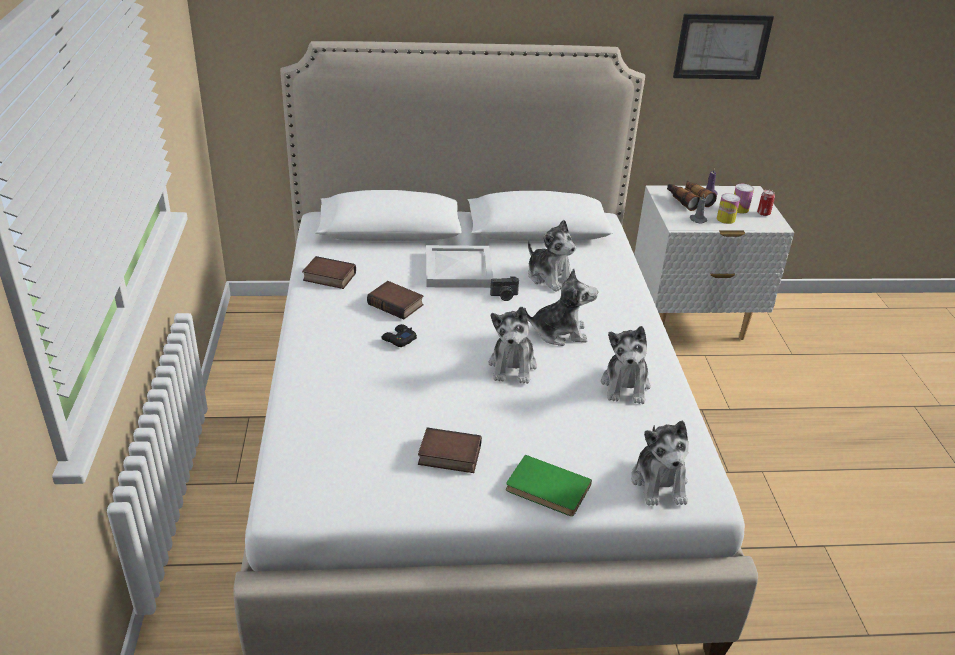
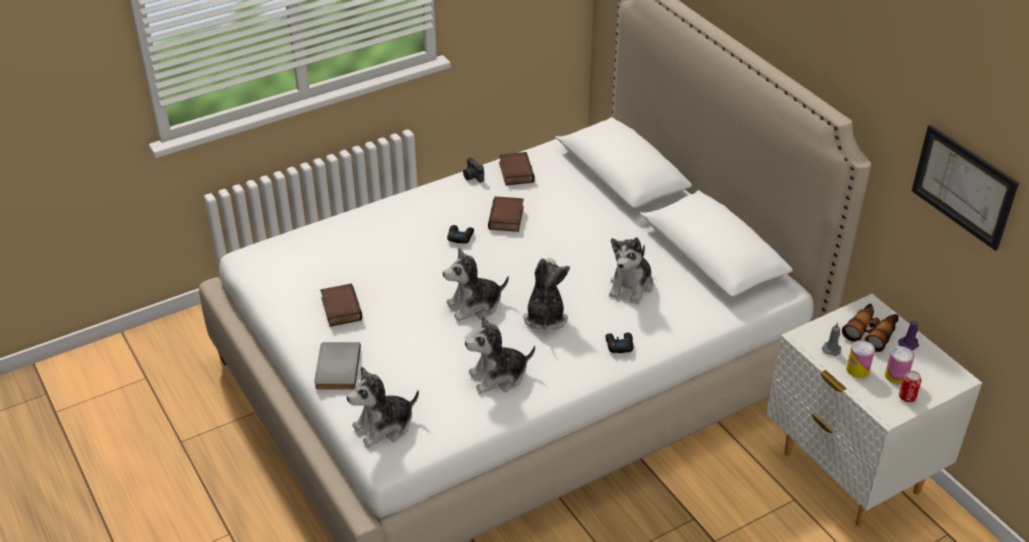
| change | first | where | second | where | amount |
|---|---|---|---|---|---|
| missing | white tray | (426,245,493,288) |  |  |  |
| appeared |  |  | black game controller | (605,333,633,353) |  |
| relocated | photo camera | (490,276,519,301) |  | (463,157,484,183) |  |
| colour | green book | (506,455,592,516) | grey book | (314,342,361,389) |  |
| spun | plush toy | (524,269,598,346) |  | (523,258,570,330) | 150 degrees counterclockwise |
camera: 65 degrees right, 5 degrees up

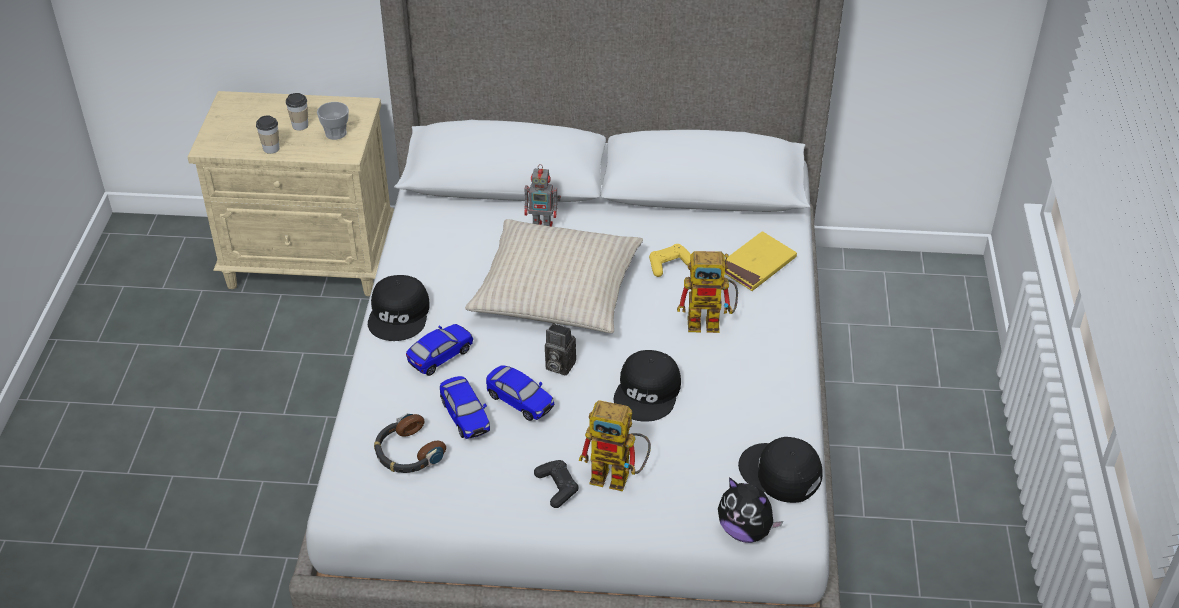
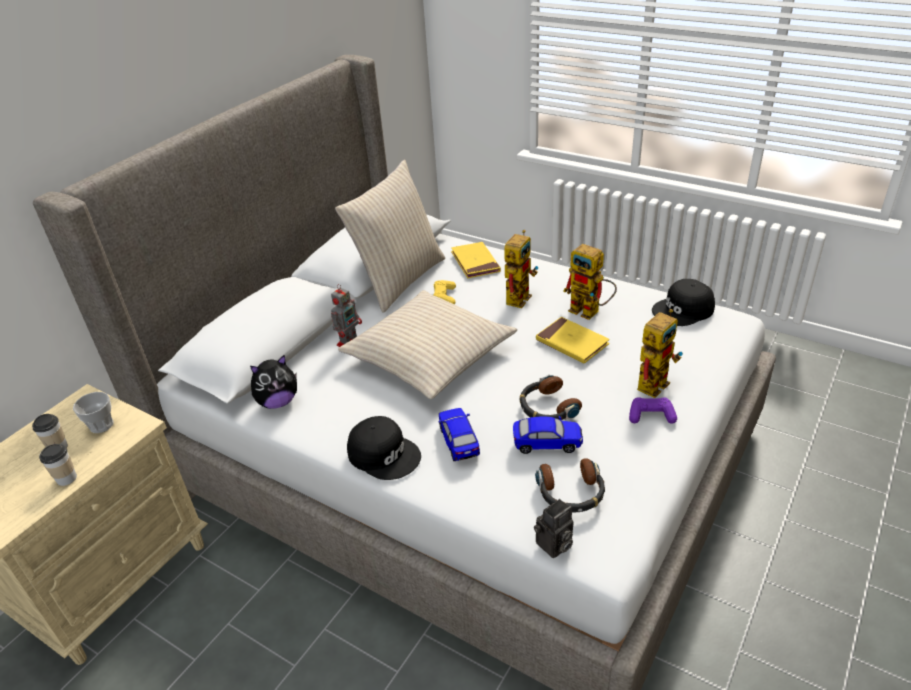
| change | first | where | second | where | amount |
|---|---|---|---|---|---|
| appeared |  |  | beige pillow | (335,160,445,313) |  |
| appeared |  |  | toy robot | (563,244,617,320) |  |
| relocated | photo camera | (545,323,576,376) |  | (534,499,573,558) |  |
| relocated | plush toy | (718,477,783,543) |  | (250,355,297,409) |  |
| exchanged | toy car | (486,365,554,421) | headphones | (520,375,582,420) |  |
| exchanged | black cap | (614,350,681,422) | yellow book | (536,317,610,363) |  |
| colour | black game controller | (534,460,578,508) | purple game controller | (629,397,677,424) |  |
camera: 60 degrees left, 5 degrees down

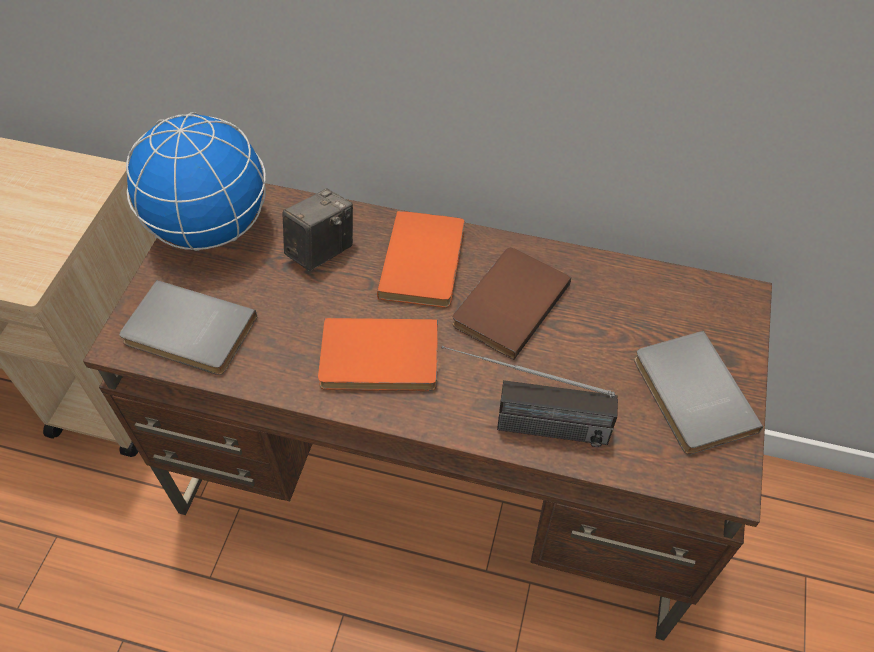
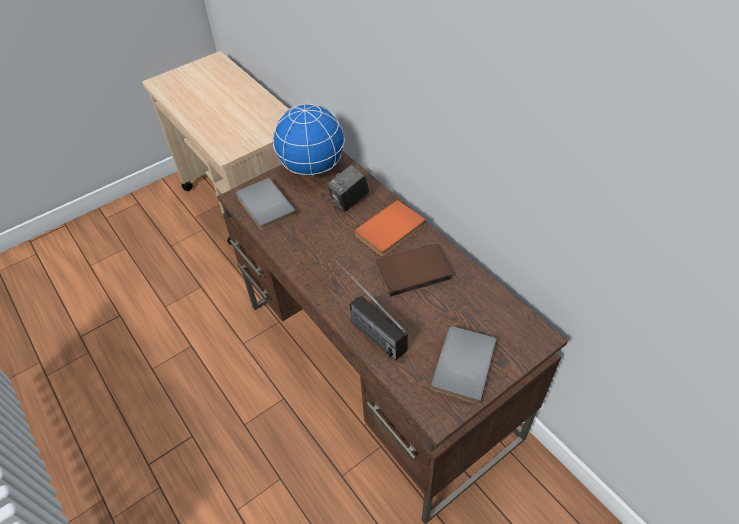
| change | first | where | second | where | amount |
|---|---|---|---|---|---|
| missing | orange book | (318,318,438,391) |  |  |  |
| spun | photo camera | (283,188,353,271) |  | (327,164,369,212) | 150 degrees clockwise |
camera: 40 degrees right, 5 degrees down

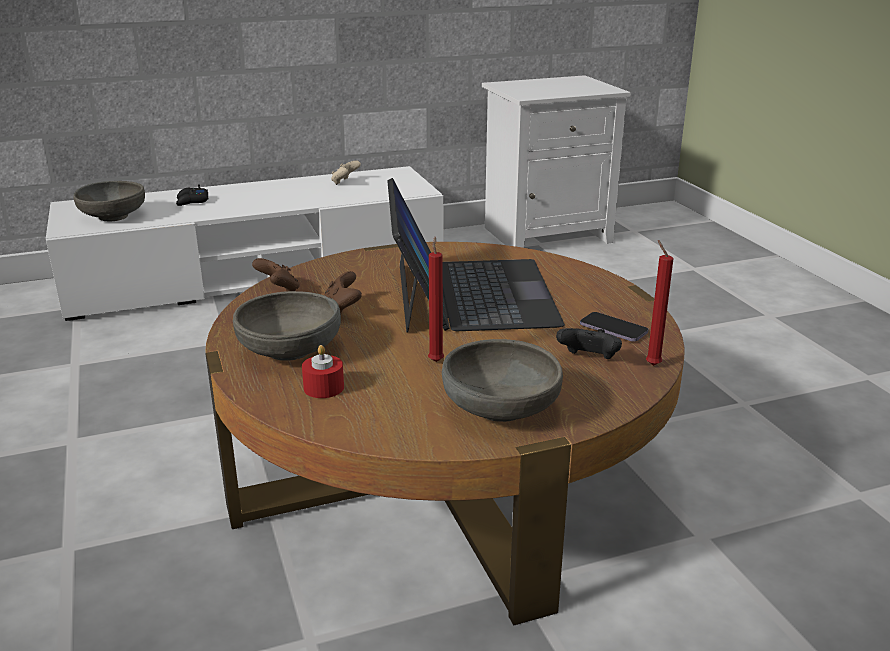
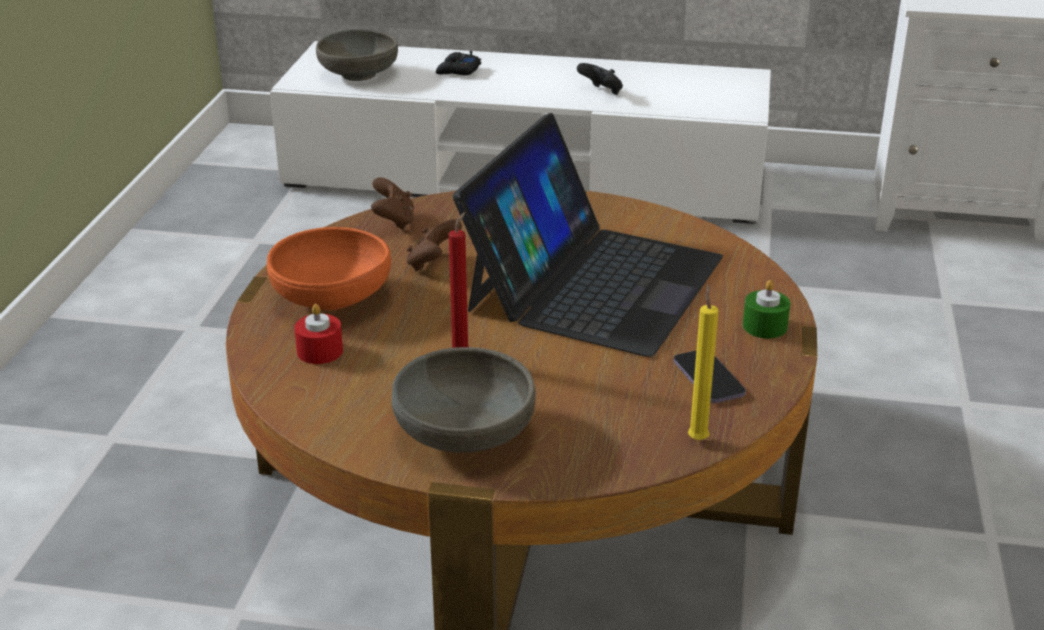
| change | first | where | second | where | amount |
|---|---|---|---|---|---|
| missing | beige game controller | (331,161,361,185) |  |  |  |
| appeared |  |  | green candle | (743,280,791,339) |  |
| relocated | black game controller | (556,328,622,359) |  | (577,63,623,95) |  |
| colour | grey bowl | (233,291,341,361) | orange bowl | (267,227,391,310) |  |
| colour | red candle | (646,240,674,366) | yellow candle | (688,284,719,441) |  |
camera: 30 degrees right, 5 degrees up

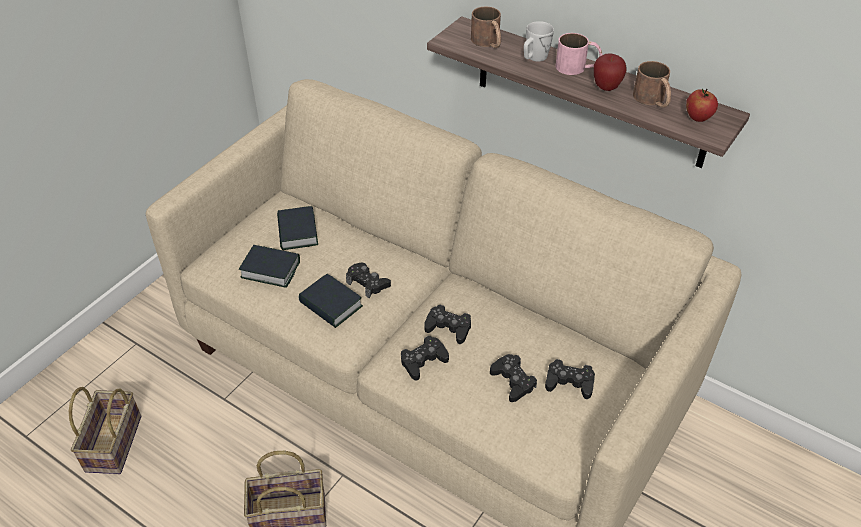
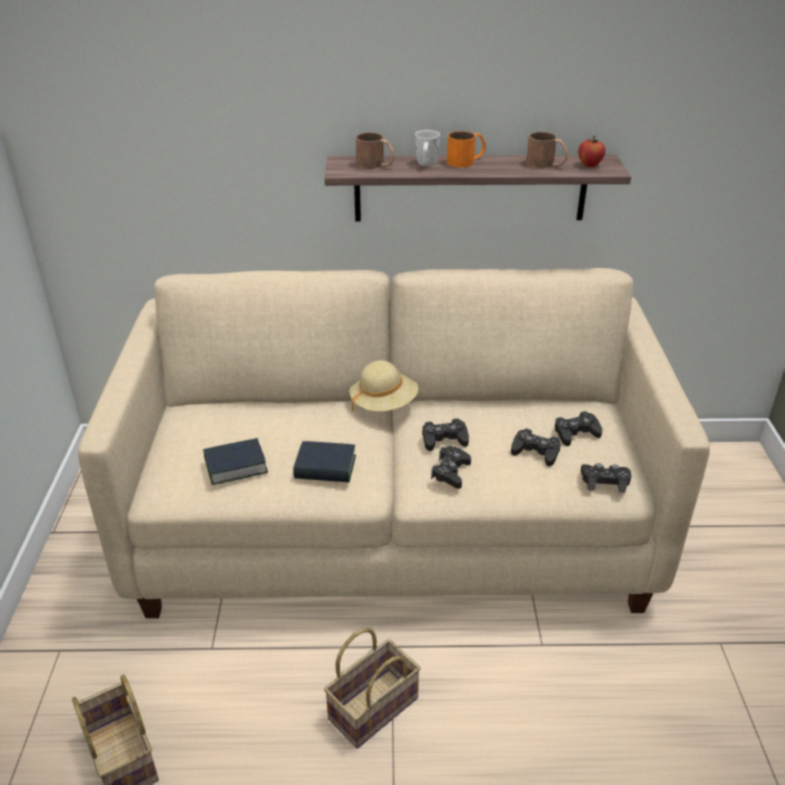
| change | first | where | second | where | amount |
|---|---|---|---|---|---|
| missing | book | (277,206,318,250) |  |  |  |
| missing | apple | (594,53,627,91) |  |  |  |
| appeared |  |  | beige hat | (349,360,418,412) |  |
| relocated | black game controller | (346,263,391,298) |  | (581,463,632,493) |  |
| colour | pink mug | (555,33,603,75) | orange mug | (447,131,486,167) |  |
camera: 35 degrees left, 10 degrees down

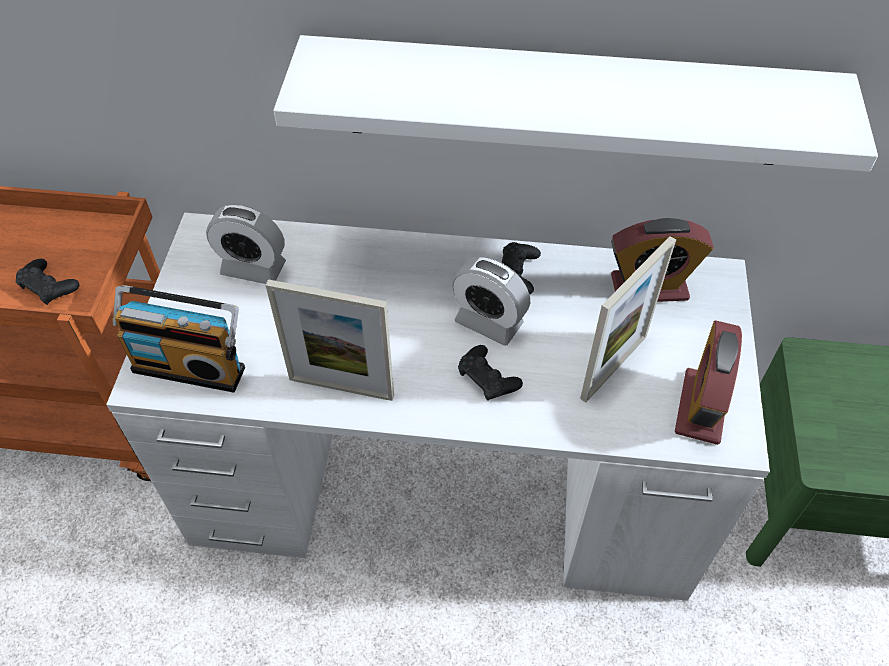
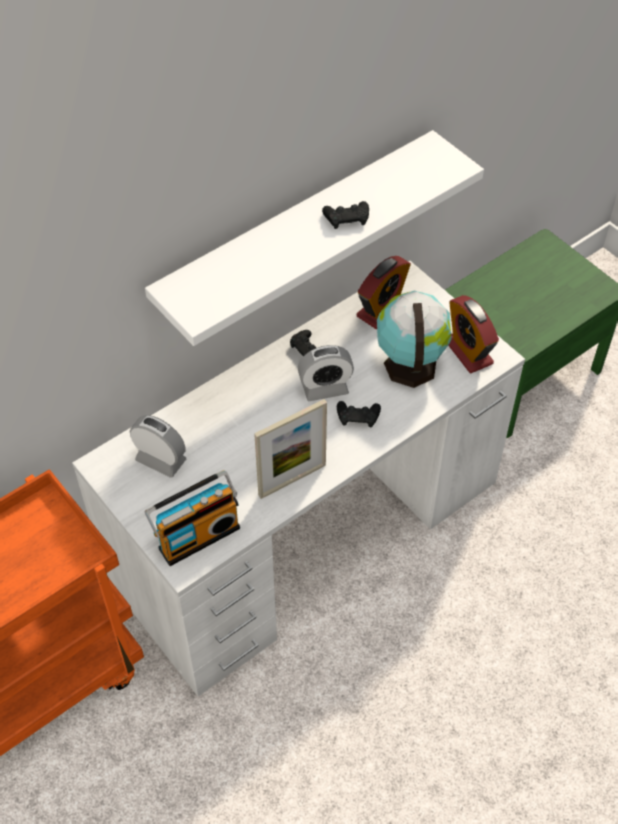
| change | first | where | second | where | amount |
|---|---|---|---|---|---|
| relocated | black game controller | (16,259,80,305) |  | (322,201,369,229) |  |
| exchanged | picture frame | (580,236,676,403) | globe | (377,291,452,388) |  |
| spun | alarm clock | (206,205,286,284) |  | (130,415,186,478) | 120 degrees counterclockwise |
camera: 45 degrees left, 0 degrees up

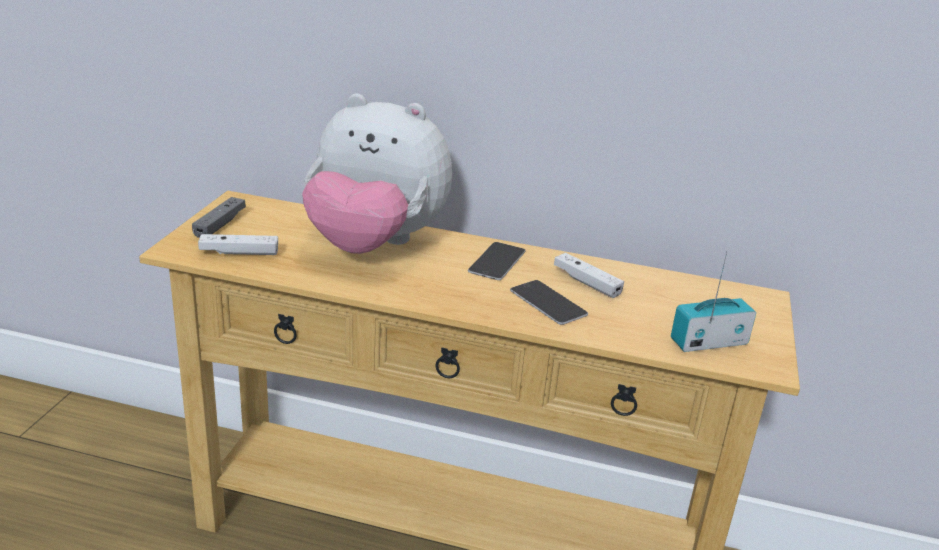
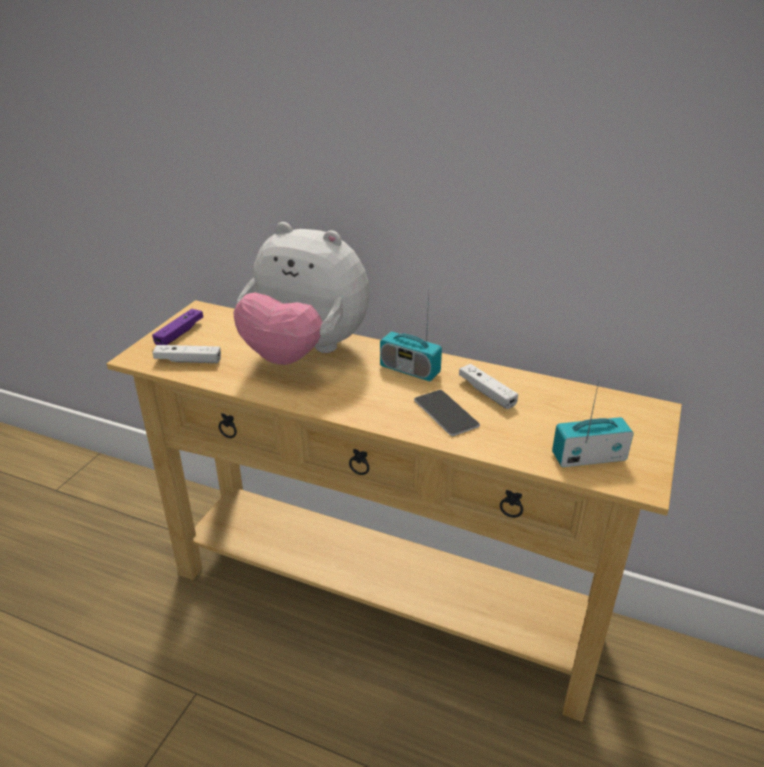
| change | first | where | second | where | amount |
|---|---|---|---|---|---|
| exchanged | phone | (468,242,526,280) | radio | (380,290,442,381) |  |
| colour | grey game controller | (192,197,246,238) | purple game controller | (152,309,203,345) |  |
camera: 10 degrees right, 5 degrees up

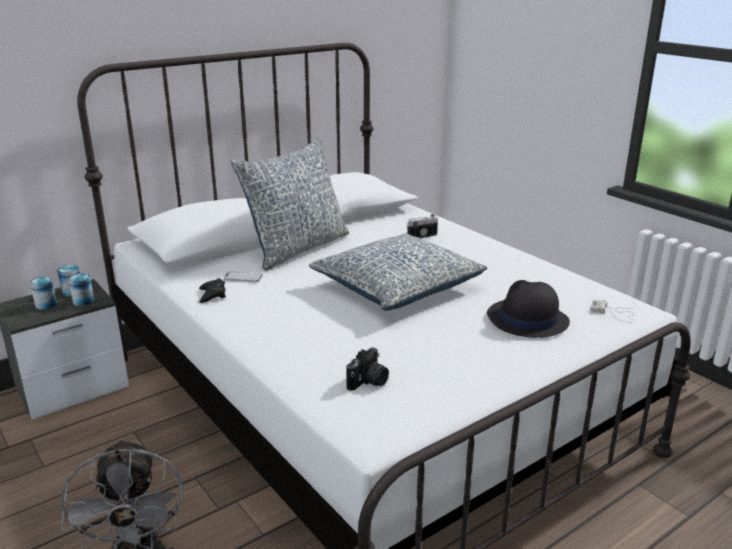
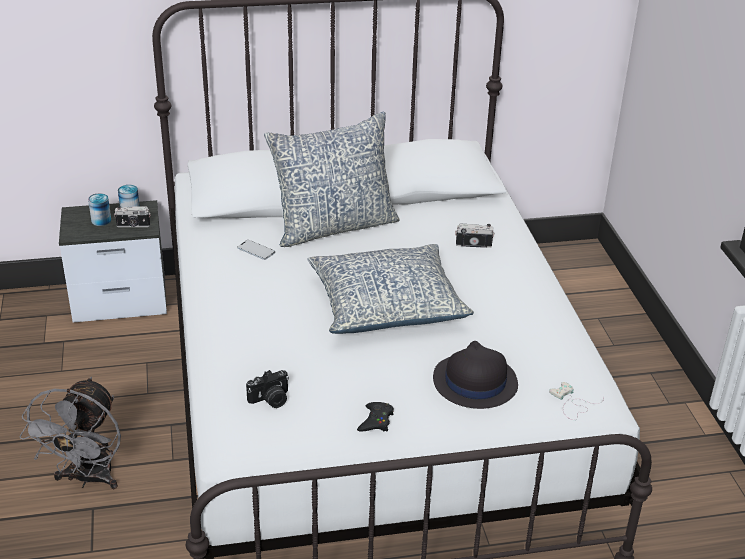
| change | first | where | second | where | amount |
|---|---|---|---|---|---|
| relocated | black game controller | (199,279,226,303) |  | (357,402,394,431) |  |
| exchanged | can | (68,273,94,306) | photo camera | (114,206,150,227) |  |
camera: 25 degrees right, 10 degrees up

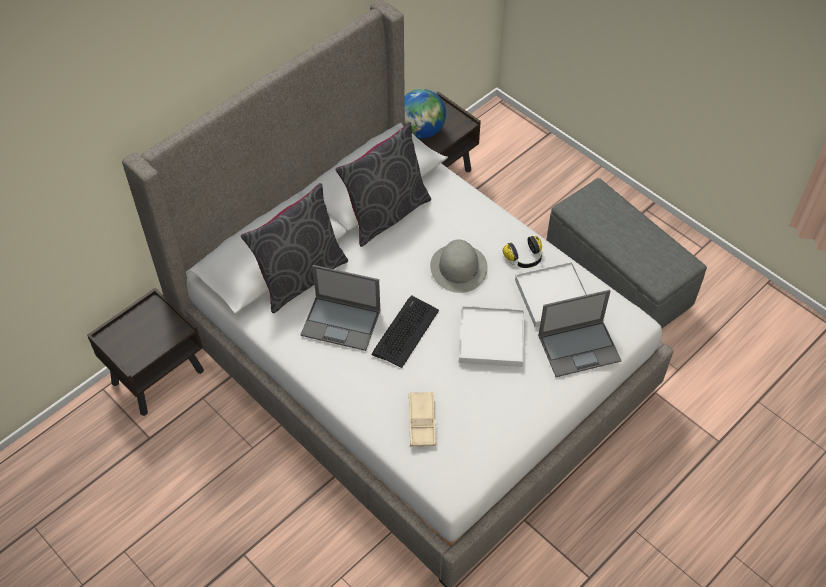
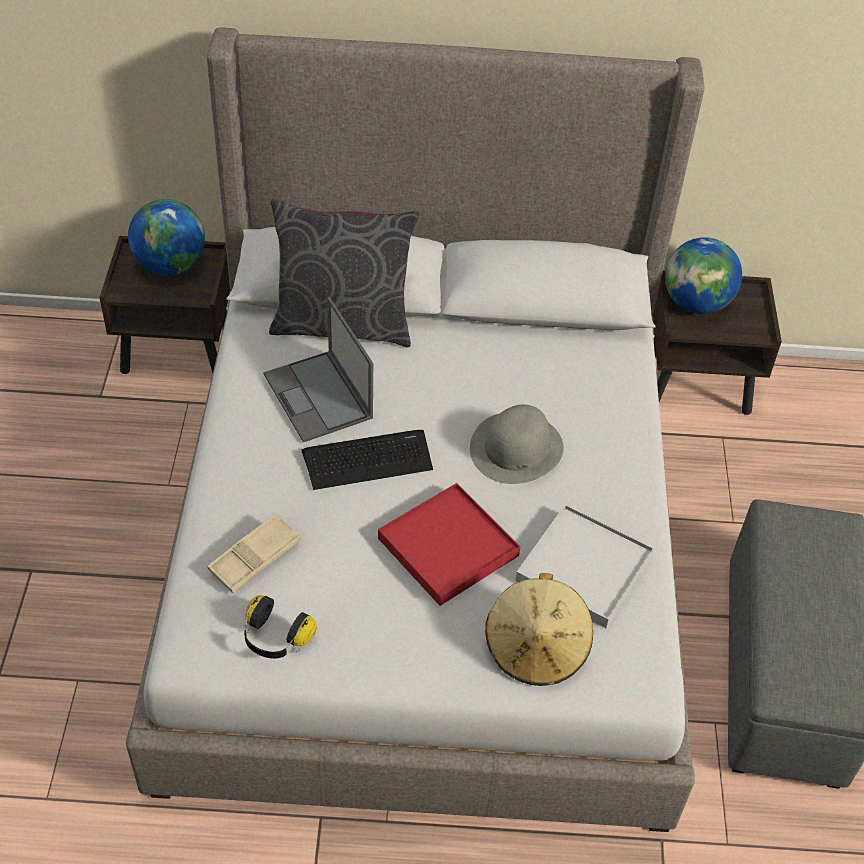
| change | first | where | second | where | amount |
|---|---|---|---|---|---|
| missing | grey pillow | (335,122,431,247) |  |  |  |
| appeared |  |  | globe | (128,199,205,275) |  |
| relocated | headphones | (503,236,542,268) |  | (244,595,317,659) |  |
| exchanged | laptop | (538,290,622,377) | beige hat | (485,573,593,686) |  |
| colour | white tray | (459,306,524,367) | red tray | (378,483,520,606) |  |
camera: 45 degrees right, 5 degrees down

